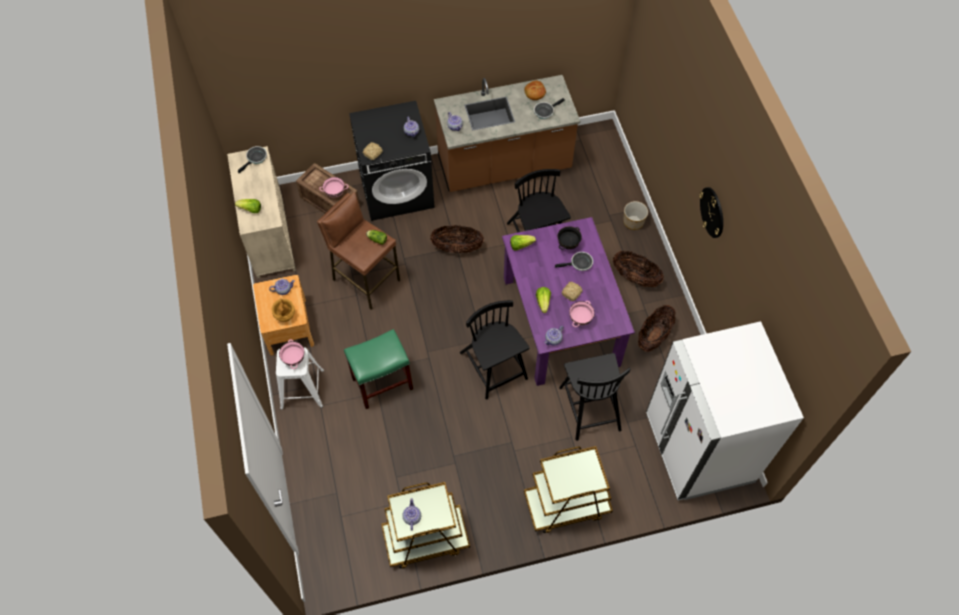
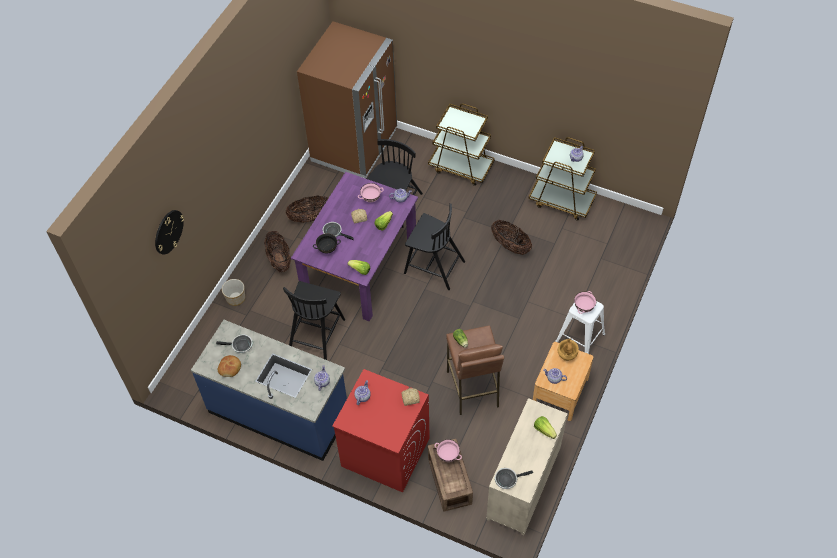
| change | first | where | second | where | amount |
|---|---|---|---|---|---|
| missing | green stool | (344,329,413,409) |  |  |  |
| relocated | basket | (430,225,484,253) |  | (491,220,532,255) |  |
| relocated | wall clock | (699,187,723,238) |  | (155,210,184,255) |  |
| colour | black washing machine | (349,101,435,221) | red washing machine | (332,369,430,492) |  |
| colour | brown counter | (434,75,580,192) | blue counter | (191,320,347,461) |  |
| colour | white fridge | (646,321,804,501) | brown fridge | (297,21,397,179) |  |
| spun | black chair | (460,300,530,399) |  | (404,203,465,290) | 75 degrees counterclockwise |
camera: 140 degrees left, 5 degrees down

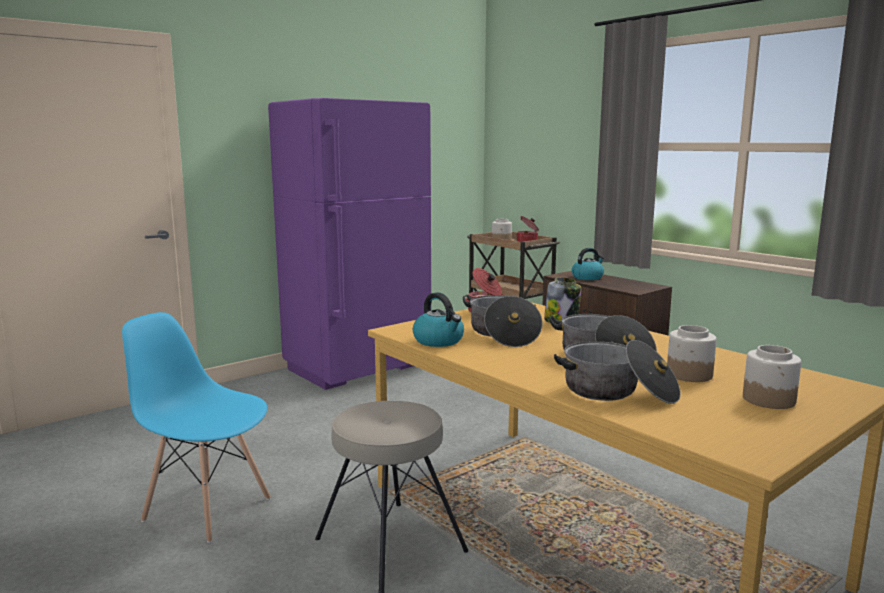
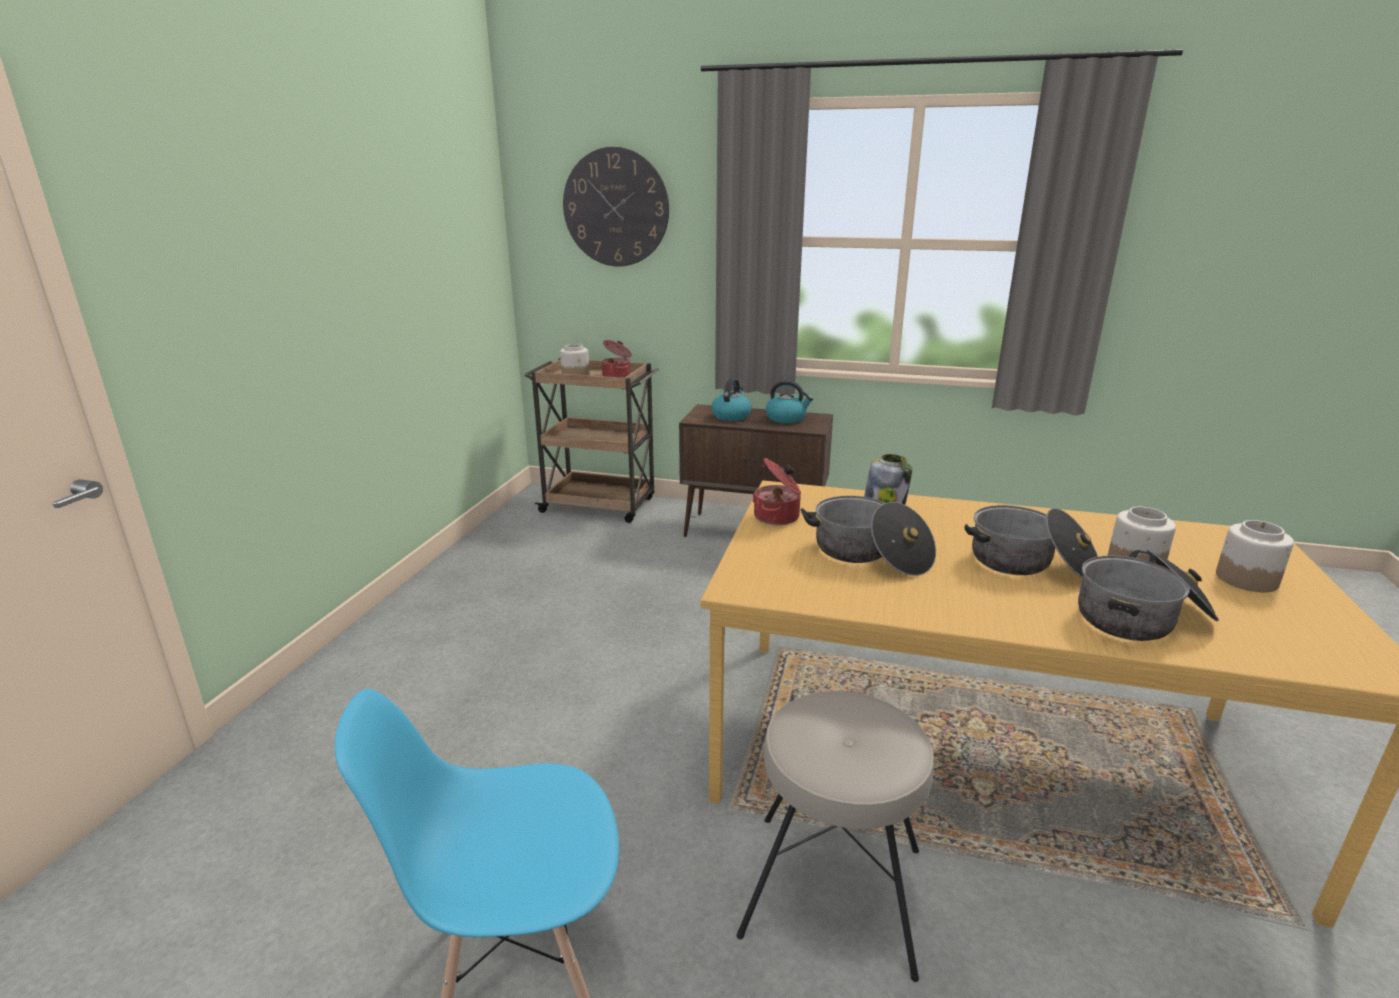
| change | first | where | second | where | amount |
|---|---|---|---|---|---|
| missing | purple fridge | (268,98,431,390) |  |  |  |
| appeared |  |  | wall clock | (563,147,669,267) |  |
| relocated | kettle | (413,292,464,347) |  | (766,380,813,423) |  |
camera: 35 degrees left, 10 degrees up

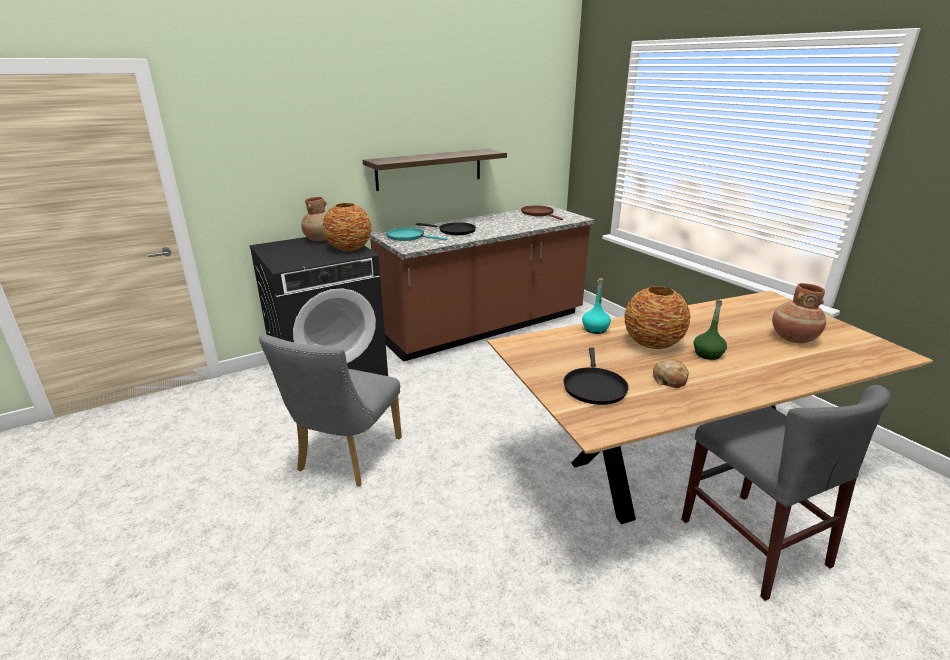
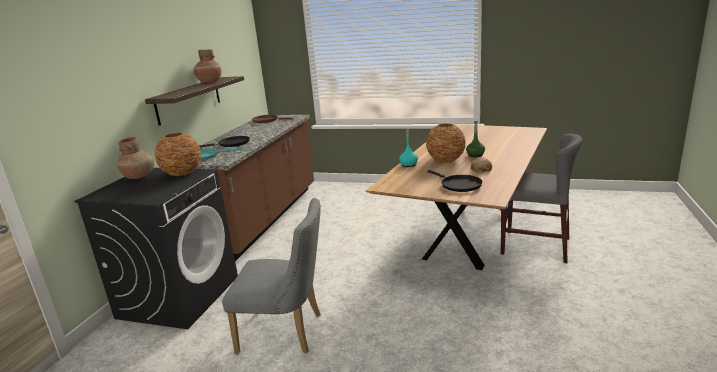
| change | first | where | second | where | amount |
|---|---|---|---|---|---|
| relocated | brown vase | (772,283,826,343) |  | (194,49,222,83) |  |
| spun | grey chair | (259,334,402,486) |  | (222,198,321,354) | 60 degrees counterclockwise |
camera: 40 degrees left, 5 degrees down

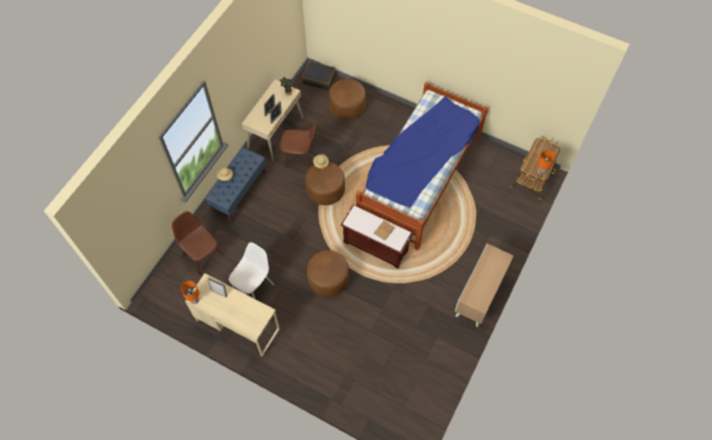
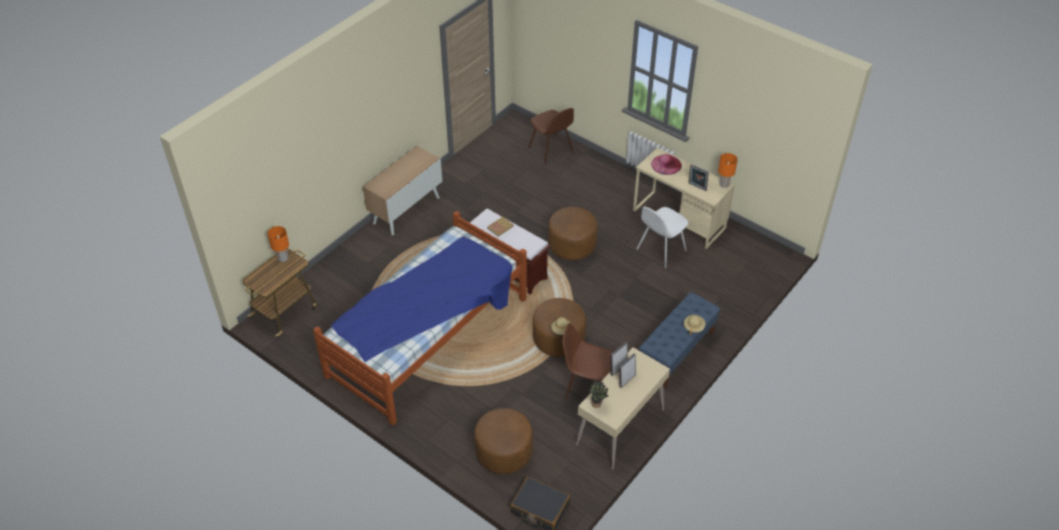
| change | first | where | second | where | amount |
|---|---|---|---|---|---|
| appeared |  |  | pink hat | (651,154,682,175) |  |
| relocated | brown chair | (172,211,224,275) |  | (528,108,574,164) |  |
camera: 170 degrees left, 15 degrees down

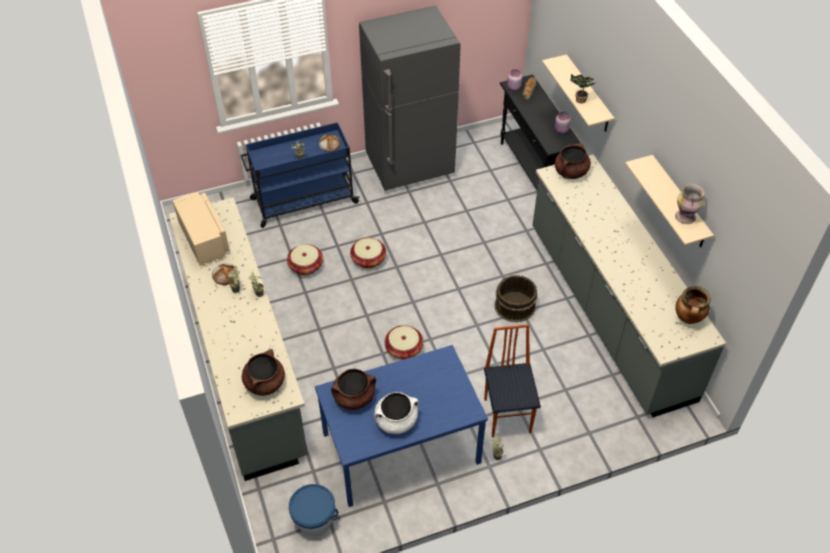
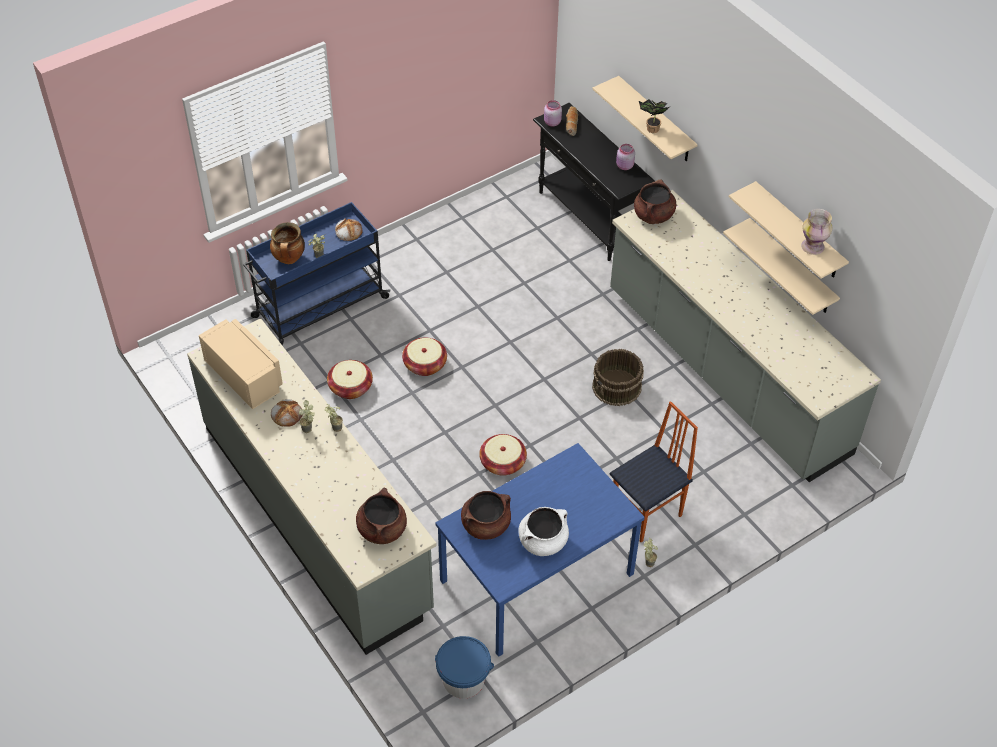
| change | first | where | second | where | amount |
|---|---|---|---|---|---|
| missing | grey fridge | (359,6,461,191) |  |  |  |
| appeared |  |  | beige shelf | (723,218,840,315) |  |
| relocated | cooking pot | (675,286,711,324) |  | (270,222,305,264) |  |
| spun | chair | (484,324,541,438) |  | (610,401,698,542) | 75 degrees clockwise |
camera: 15 degrees left, 0 degrees up

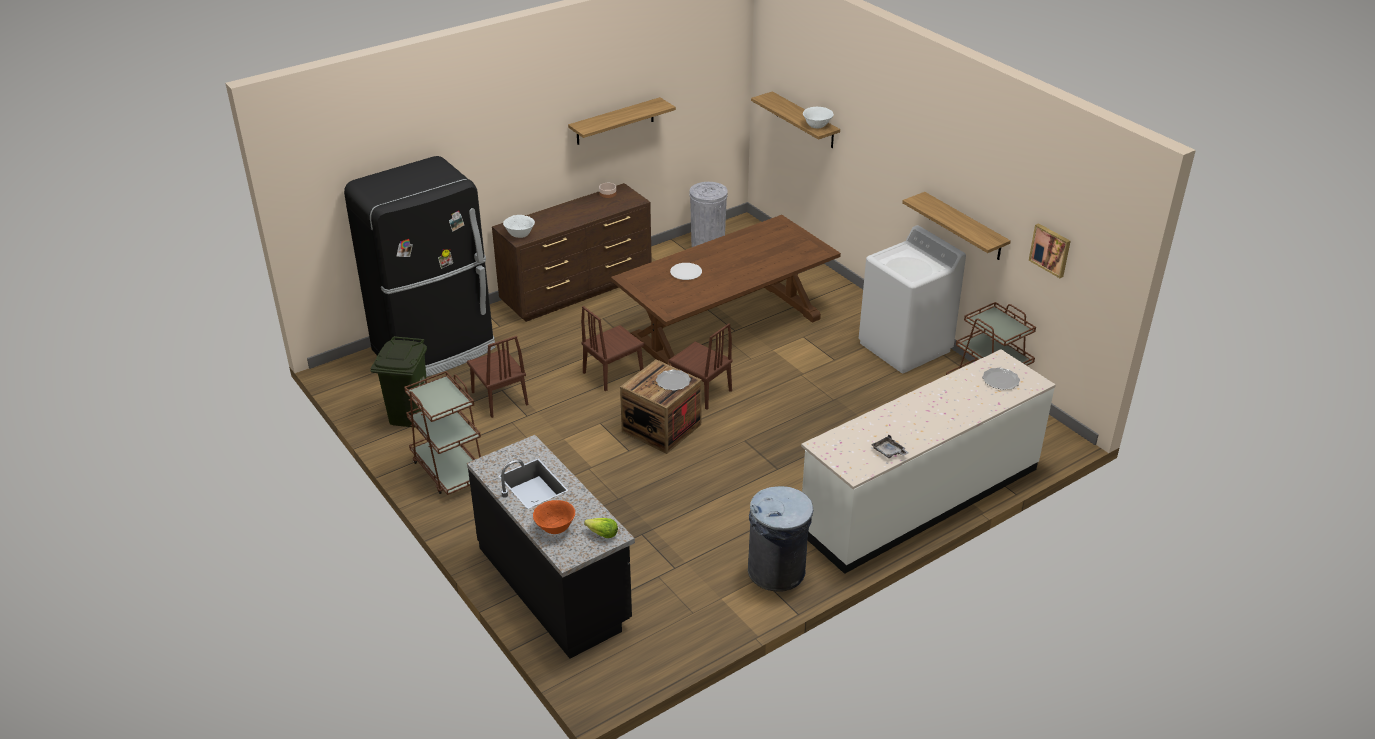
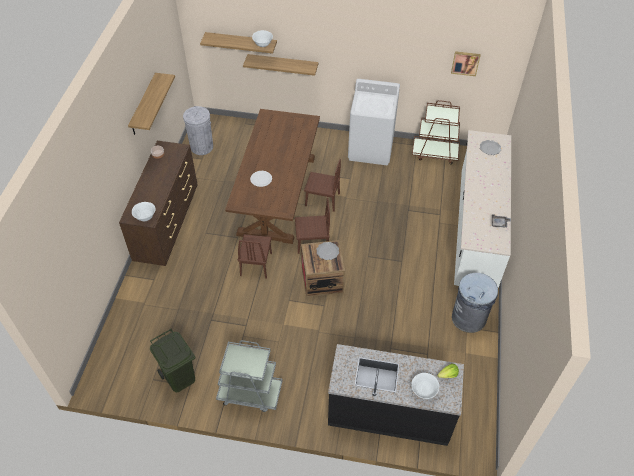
| change | first | where | second | where | amount |
|---|---|---|---|---|---|
| missing | black fridge | (344,156,496,377) |  |  |  |
| relocated | brown chair | (467,336,528,418) |  | (304,159,341,212) |  |
| relocated | shelf | (902,192,1011,260) |  | (243,54,318,76) |  |
| colour | brown cart | (404,371,481,495) | grey cart | (216,340,283,412) |  |
| colour | orange bowl | (533,500,575,534) | white bowl | (411,373,439,399) |  |
camera: 45 degrees left, 15 degrees up

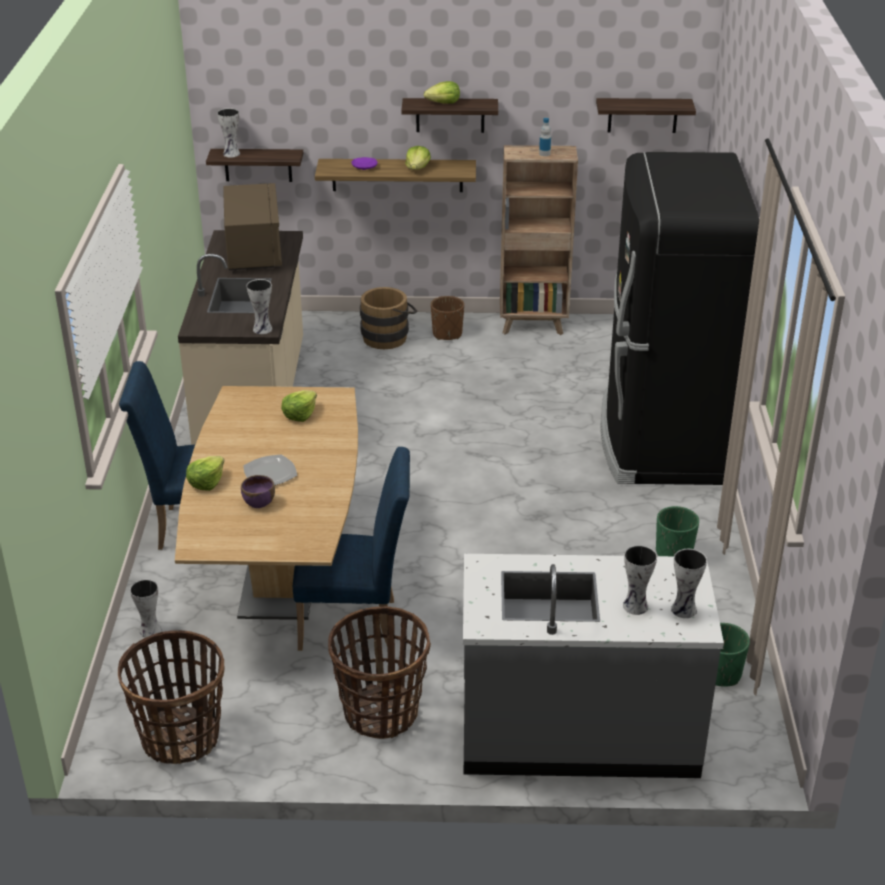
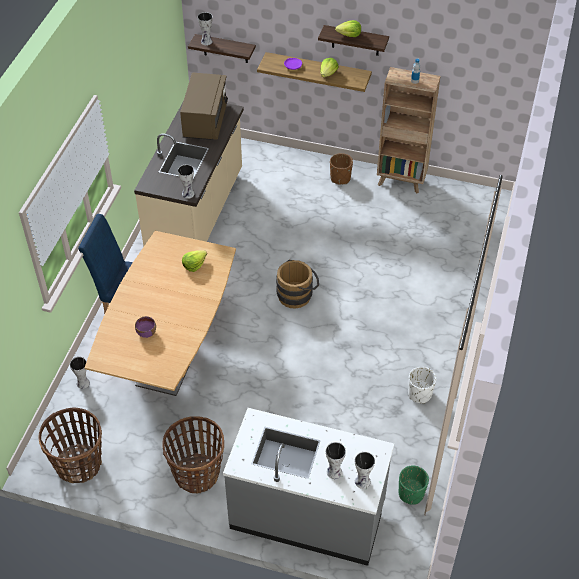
| change | first | where | second | where | amount |
|---|---|---|---|---|---|
| missing | lettuce | (186,456,224,491) |  |  |  |
| missing | plate | (243,455,297,485) |  |  |  |
| missing | blue chair | (293,447,410,651) |  |  |  |
| missing | shelf | (596,98,696,133) |  |  |  |
| missing | black fridge | (600,152,759,485) |  |  |  |
| relocated | brown bucket | (360,287,417,349) |  | (276,260,319,309) |  |
| colour | green planter | (656,506,699,556) | white planter | (408,367,436,404) |  |
camera: 15 degrees right, 15 degrees up

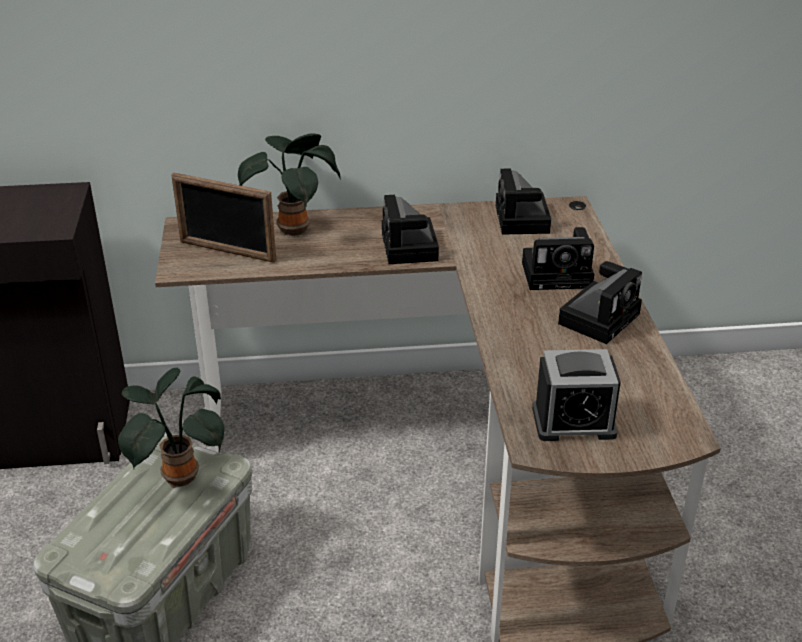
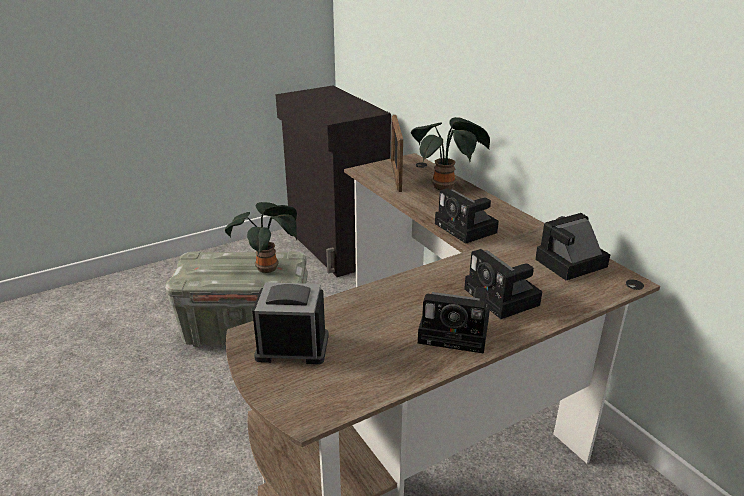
| change | first | where | second | where | amount |
|---|---|---|---|---|---|
| spun | photo camera | (382,195,439,264) |  | (435,188,499,244) | 90 degrees counterclockwise |
| spun | alarm clock | (532,349,621,441) |  | (252,282,329,364) | 120 degrees clockwise |
camera: 65 degrees right, 5 degrees down

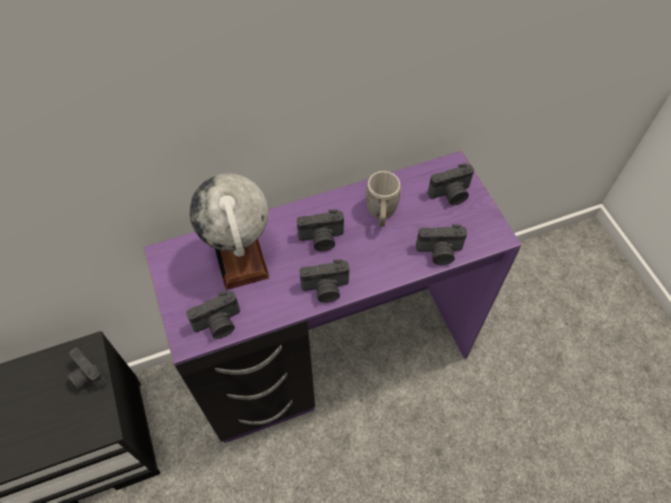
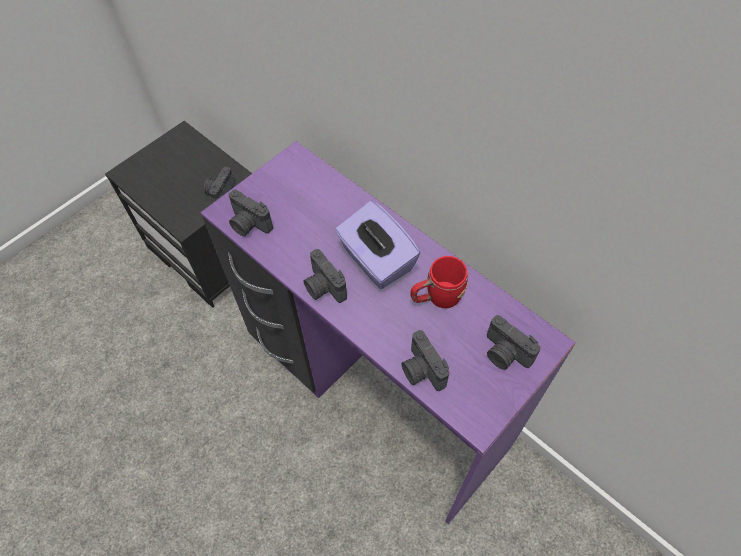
| change | first | where | second | where | amount |
|---|---|---|---|---|---|
| missing | globe | (190,173,269,290) |  |  |  |
| exchanged | photo camera | (297,210,344,251) | purple tissue box | (335,201,421,289) |  |
| colour | grey mug | (365,171,401,227) | red mug | (410,256,469,308) |  |
camera: 65 degrees right, 0 degrees up

